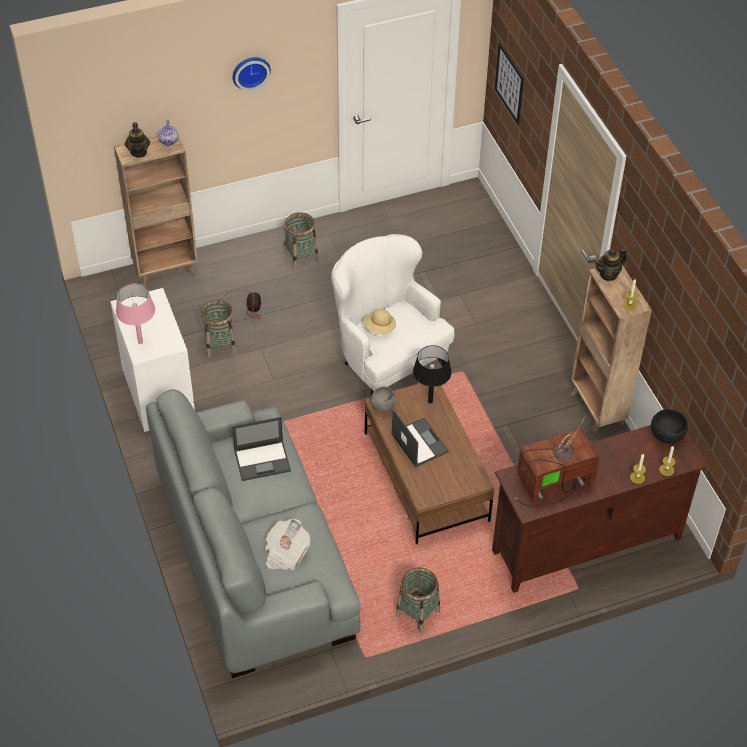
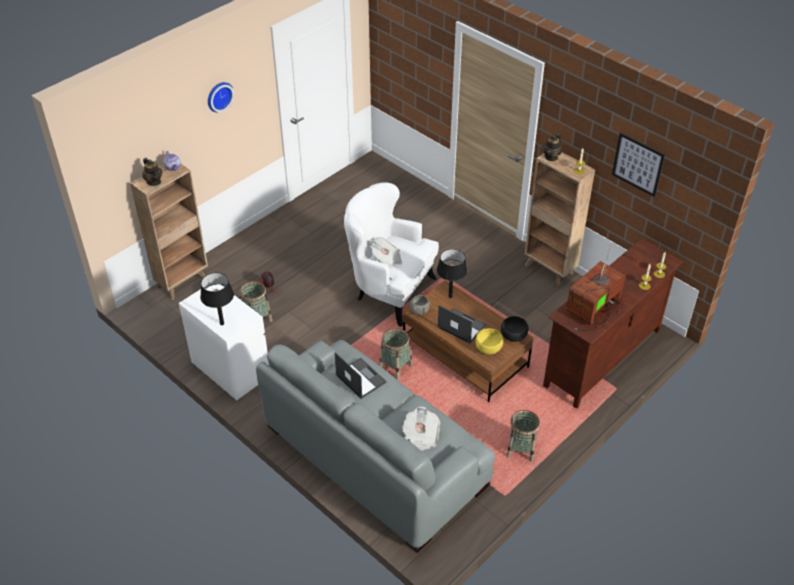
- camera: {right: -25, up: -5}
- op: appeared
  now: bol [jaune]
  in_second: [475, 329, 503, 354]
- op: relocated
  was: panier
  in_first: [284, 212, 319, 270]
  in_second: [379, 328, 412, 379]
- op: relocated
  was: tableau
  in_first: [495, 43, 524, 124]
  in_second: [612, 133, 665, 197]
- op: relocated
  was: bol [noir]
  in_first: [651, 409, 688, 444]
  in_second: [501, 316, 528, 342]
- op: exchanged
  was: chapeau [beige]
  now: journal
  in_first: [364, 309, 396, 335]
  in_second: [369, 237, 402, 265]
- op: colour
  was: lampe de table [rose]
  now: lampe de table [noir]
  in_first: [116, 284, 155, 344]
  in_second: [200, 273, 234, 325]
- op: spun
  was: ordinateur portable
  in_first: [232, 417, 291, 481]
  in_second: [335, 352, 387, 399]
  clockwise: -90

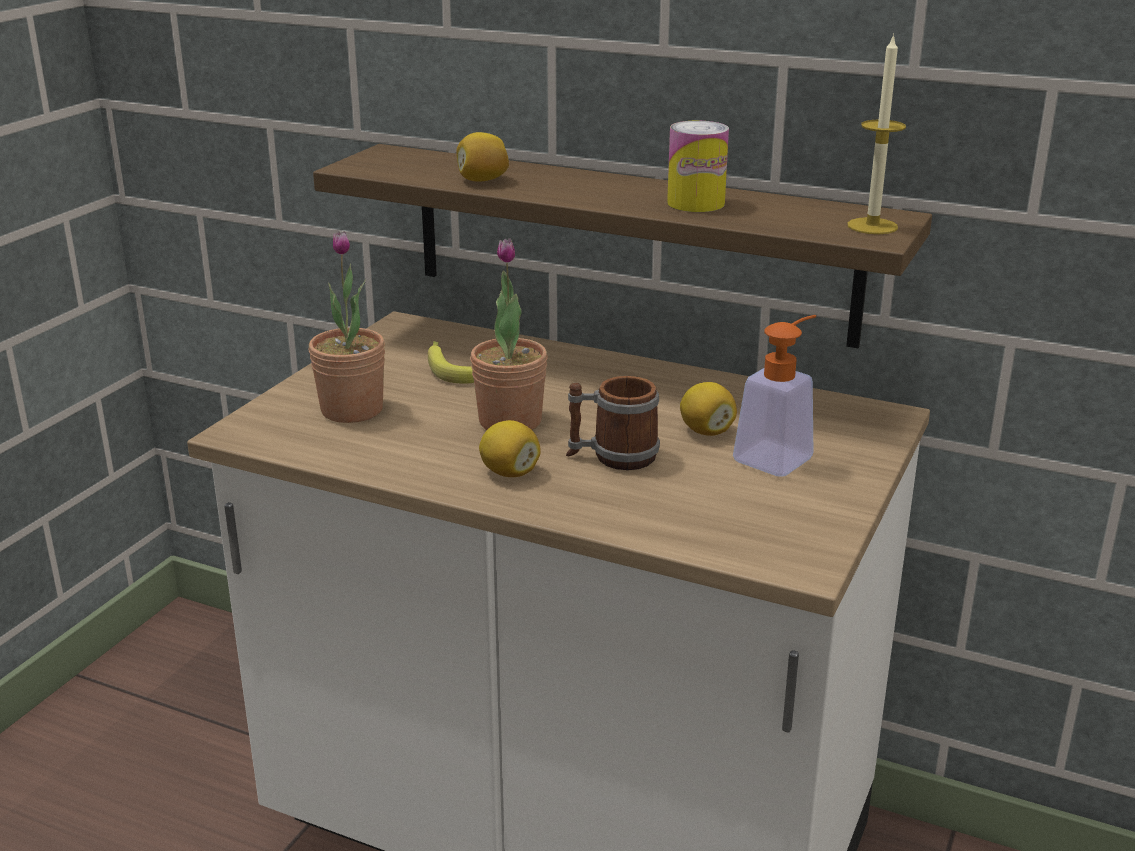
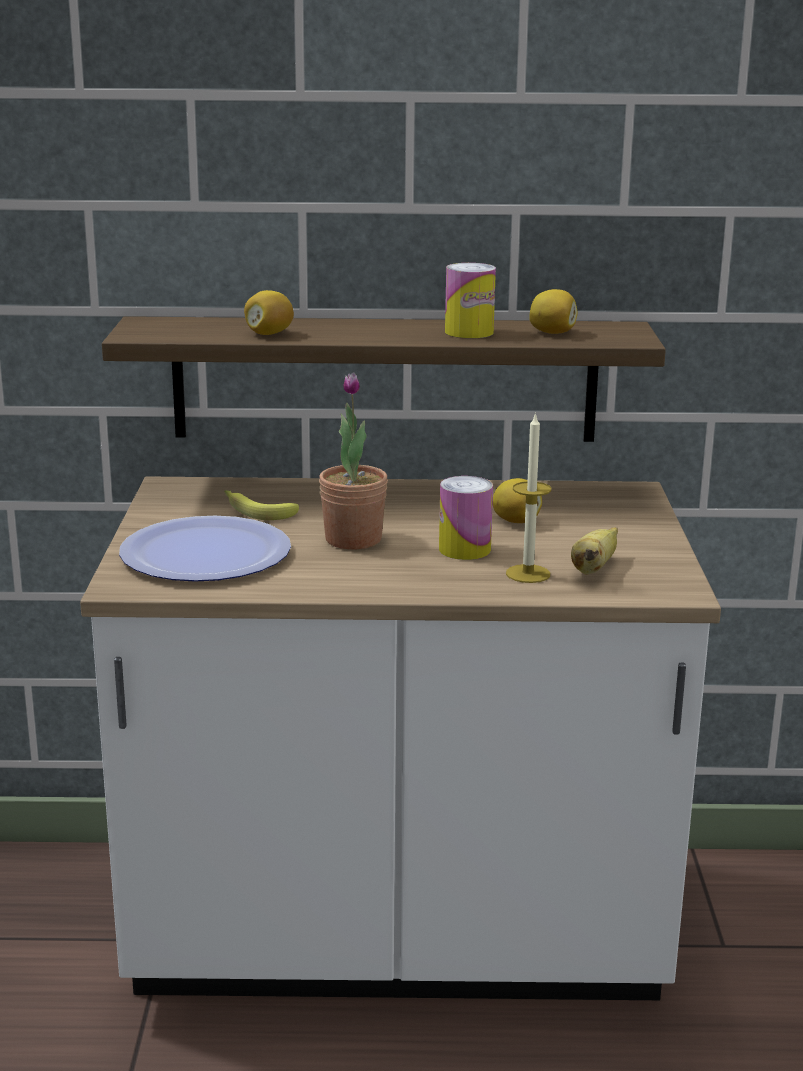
- camera: {right: -25, up: -5}
- op: missing
  was: distributeur de savon
  in_first: [733, 315, 816, 477]
- op: appeared
  now: banane
  in_second: [571, 527, 618, 575]
- op: relocated
  was: citron
  in_first: [479, 420, 541, 477]
  in_second: [529, 289, 577, 334]
- op: relocated
  was: bougie
  in_first: [847, 33, 906, 234]
  in_second: [506, 412, 551, 583]
- op: exchanged
  was: plante en pot
  now: assiette
  in_first: [308, 231, 385, 423]
  in_second: [119, 516, 291, 582]
- op: exchanged
  was: mug
  now: boîte métallique
  in_first: [566, 376, 660, 470]
  in_second: [439, 476, 493, 560]

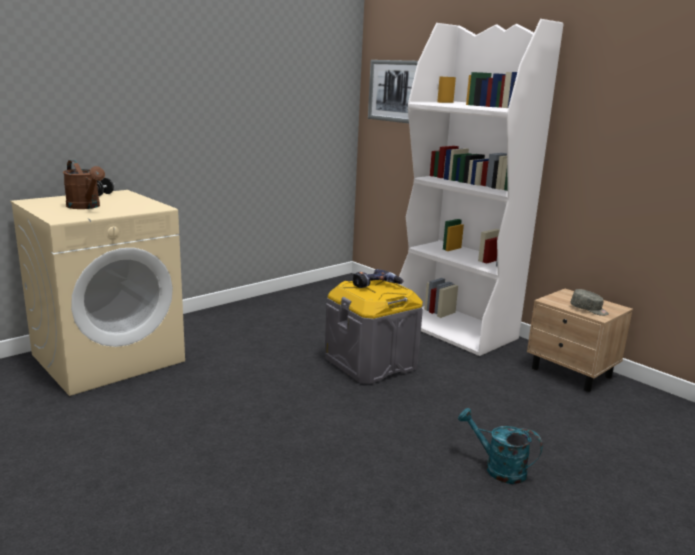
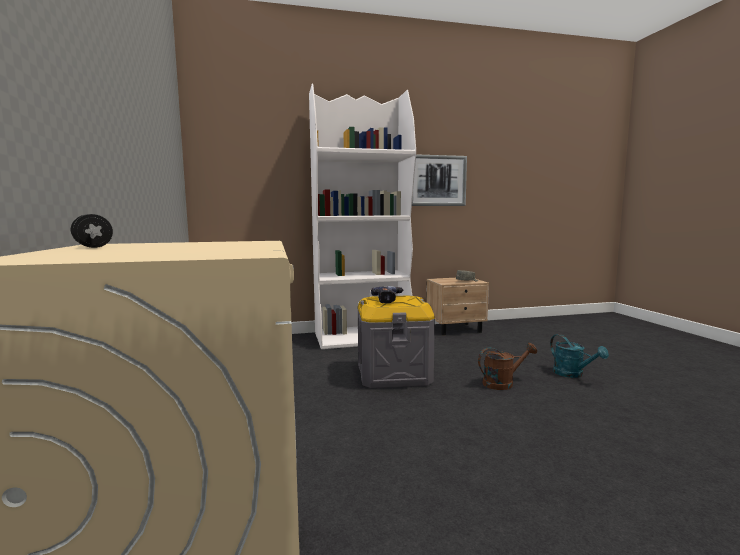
- camera: {right: -60, up: -10}
- op: relocated
  was: arrosoir [marron]
  in_first: [63, 160, 105, 209]
  in_second: [478, 343, 537, 390]
- op: relocated
  was: tableau
  in_first: [368, 60, 418, 123]
  in_second: [412, 154, 467, 206]
- op: spun
  was: arrosoir [turquoise]
  in_first: [458, 408, 543, 484]
  in_second: [550, 334, 609, 378]
  clockwise: -90

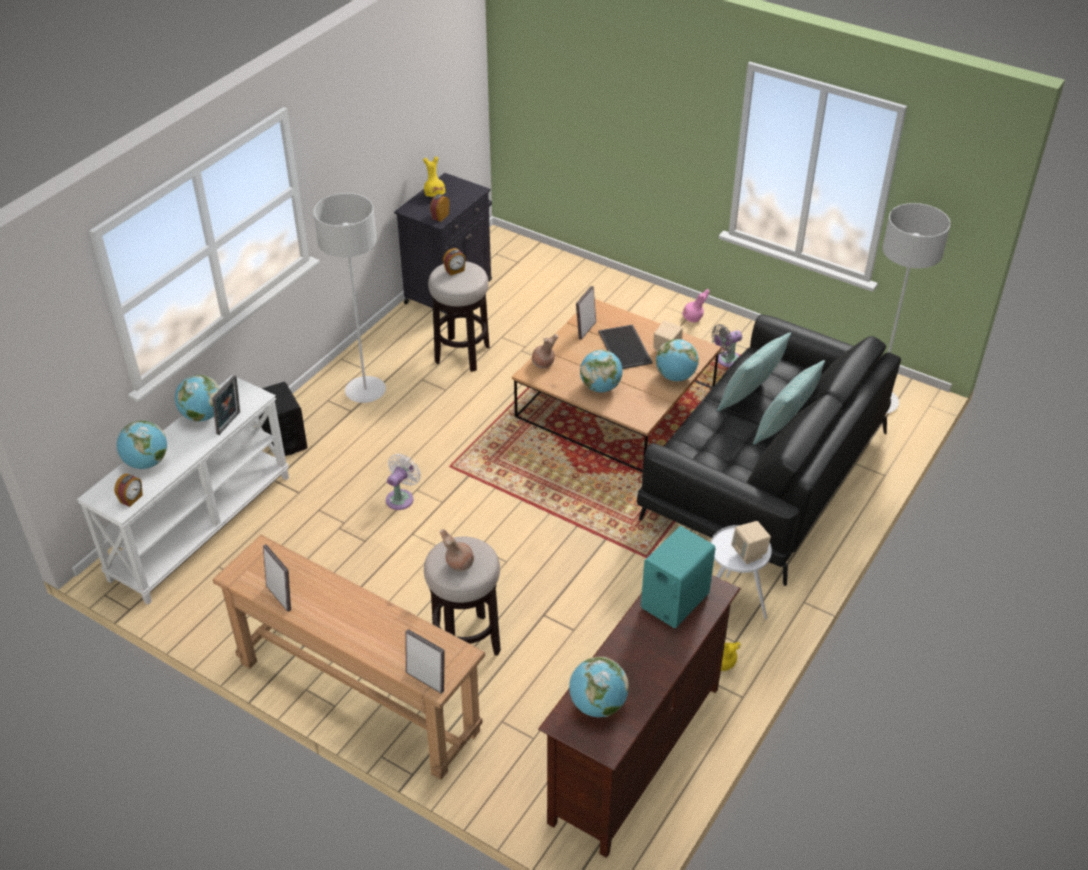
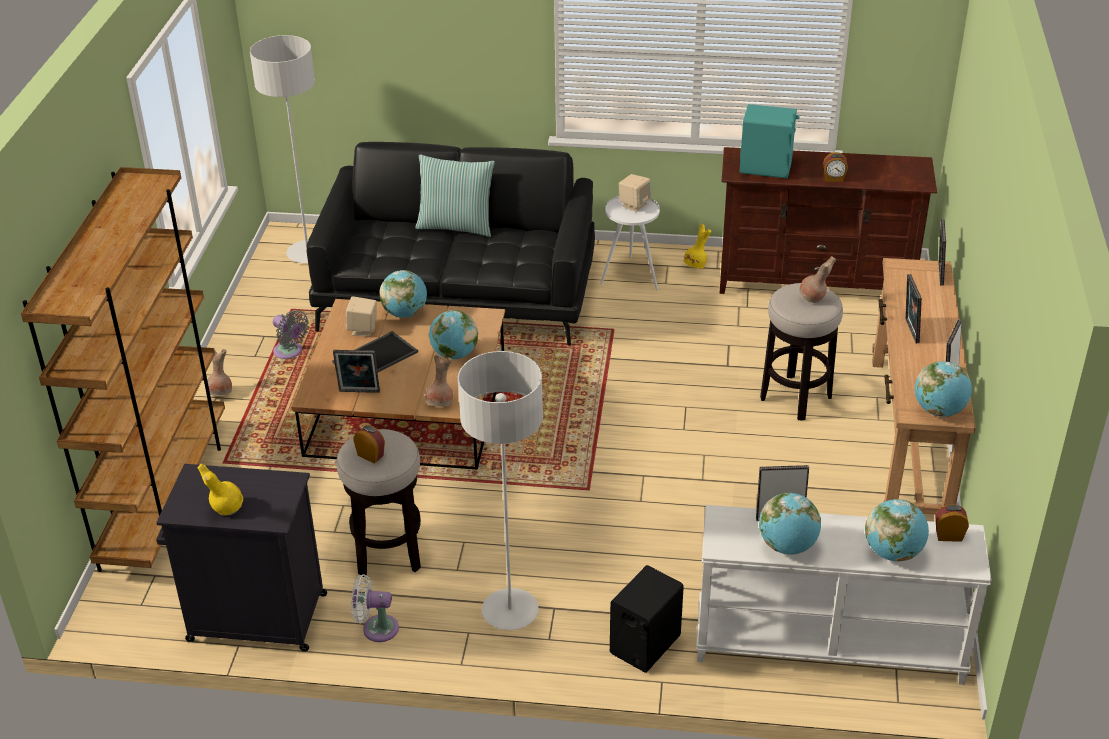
- camera: {right: -115, up: -5}
- op: missing
  was: coussin
  in_first: [717, 333, 791, 411]
- op: appeared
  now: bibliothèque [marron]
  in_second: [21, 167, 225, 572]
- op: appeared
  now: cadre photo
  in_second: [905, 274, 922, 343]
- op: relocated
  was: ventilateur [blanc]
  in_first: [386, 454, 421, 510]
  in_second: [351, 574, 399, 642]
- op: relocated
  was: réveil
  in_first: [430, 194, 450, 222]
  in_second: [823, 152, 848, 182]
- op: relocated
  was: globe
  in_first: [569, 657, 629, 717]
  in_second: [915, 361, 972, 417]
- op: colour
  was: vase [rose]
  now: vase [marron]
  in_first: [683, 289, 710, 322]
  in_second: [207, 349, 232, 396]

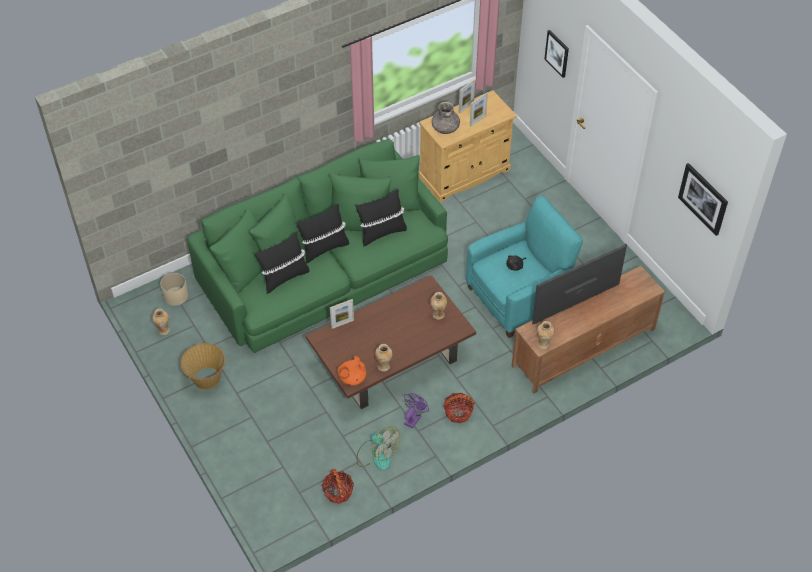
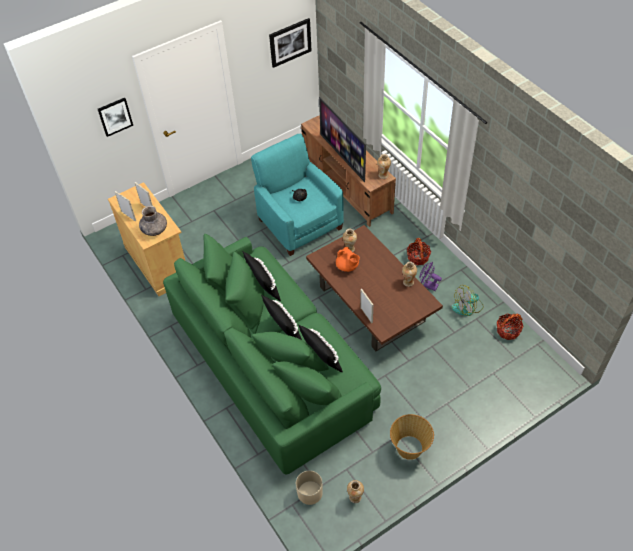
- camera: {right: -90, up: 0}
- op: relocated
  was: théière [orange]
  in_first: [338, 356, 366, 385]
  in_second: [336, 247, 360, 272]
- op: spun
  was: ventilateur
  in_first: [357, 426, 400, 471]
  in_second: [451, 285, 483, 316]
  clockwise: -150

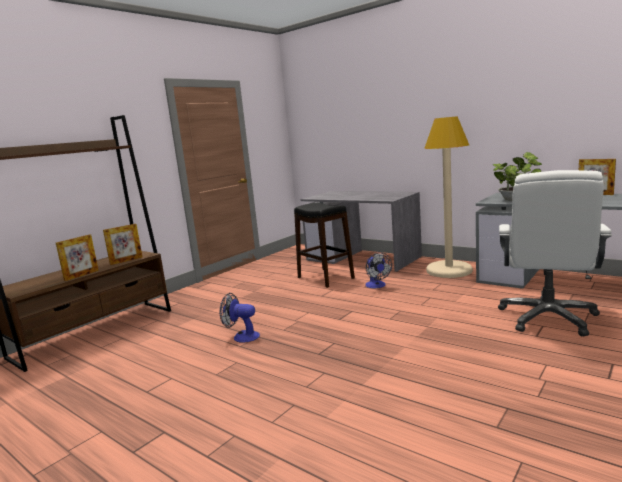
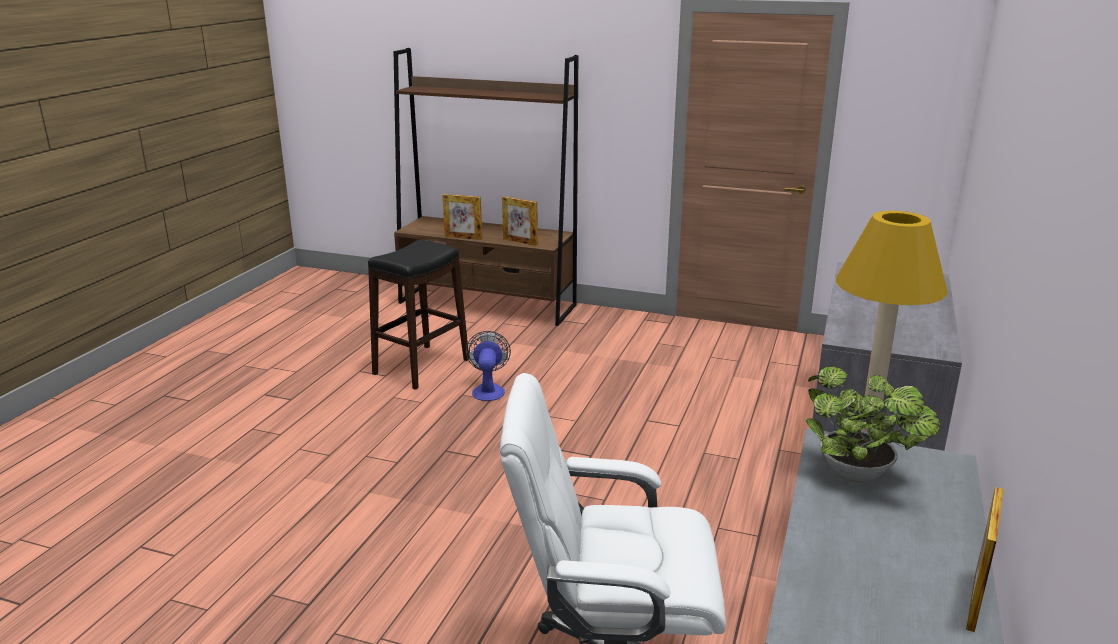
- camera: {right: 70, up: 10}
- op: missing
  was: ventilateur
  in_first: [365, 252, 392, 288]
- op: relocated
  was: tabouret [noir]
  in_first: [294, 203, 355, 288]
  in_second: [368, 240, 469, 390]

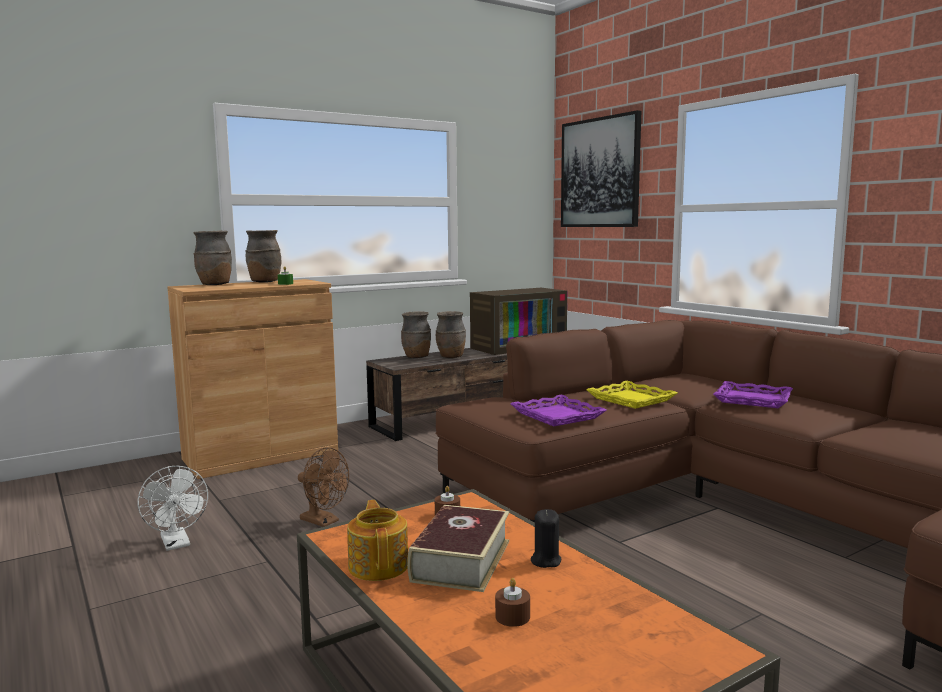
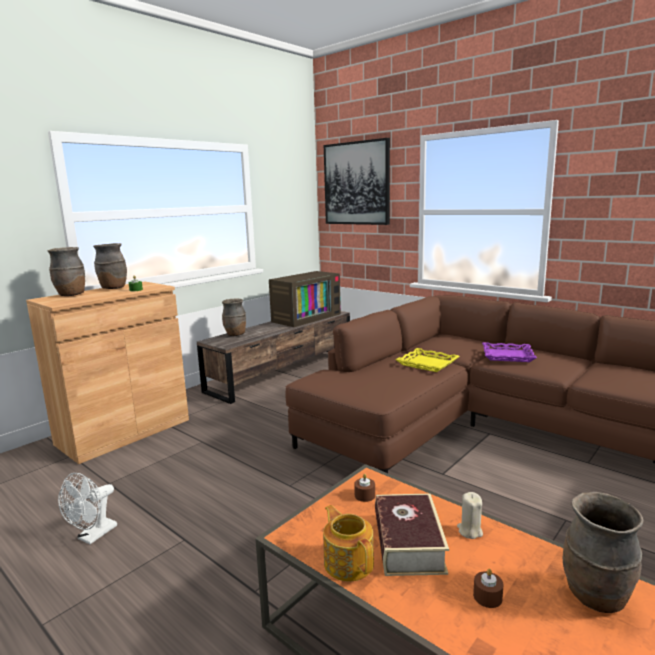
- camera: {right: -15, up: 5}
- op: missing
  was: ventilateur [marron]
  in_first: [298, 447, 349, 527]
- op: missing
  was: plateau [violet]
  in_first: [510, 394, 607, 426]
- op: relocated
  was: vase [marron]
  in_first: [436, 311, 466, 358]
  in_second: [563, 492, 643, 613]
- op: colour
  was: bougie [noir]
  now: bougie [beige]
  in_first: [531, 509, 561, 568]
  in_second: [457, 492, 483, 539]
- op: spun
  was: ventilateur [blanc]
  in_first: [138, 466, 208, 551]
  in_second: [58, 473, 117, 544]
  clockwise: 75

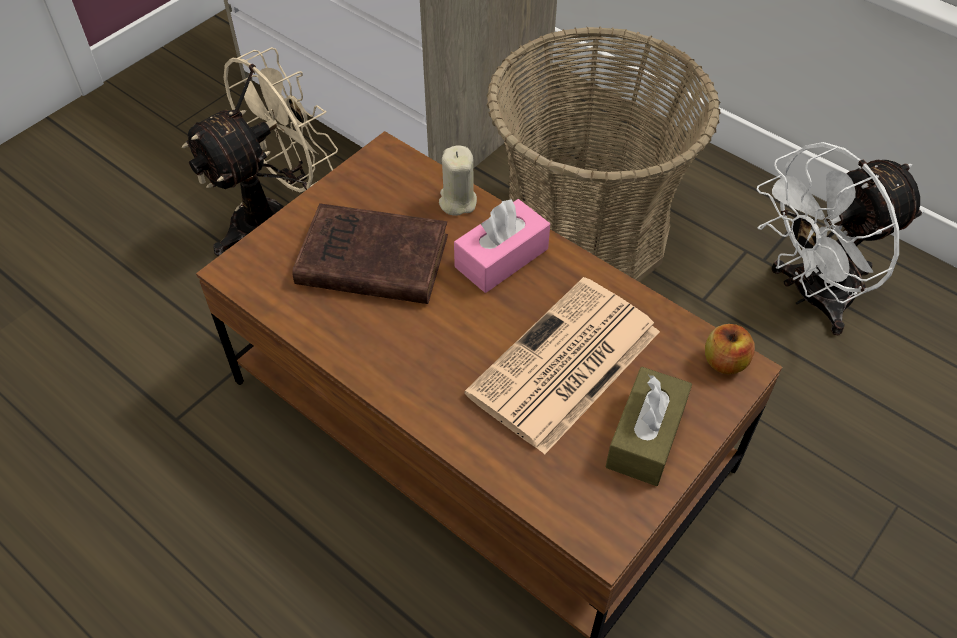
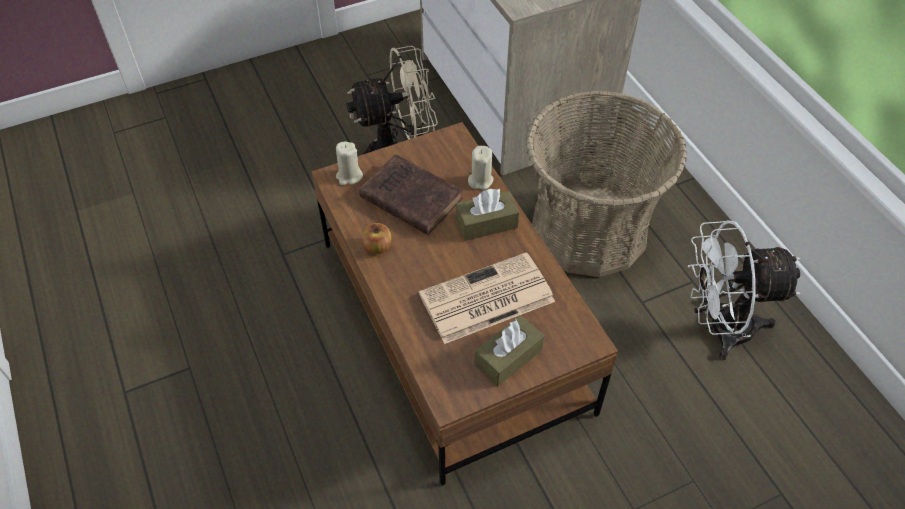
- camera: {right: 25, up: 0}
- op: appeared
  now: bougie [beige]
  in_second: [336, 142, 363, 185]
- op: relocated
  was: pomme
  in_first: [705, 324, 755, 374]
  in_second: [362, 223, 391, 254]
- op: colour
  was: boîte à mouchoirs [rose]
  now: boîte à mouchoirs [marron]
  in_first: [454, 199, 550, 293]
  in_second: [456, 189, 519, 241]

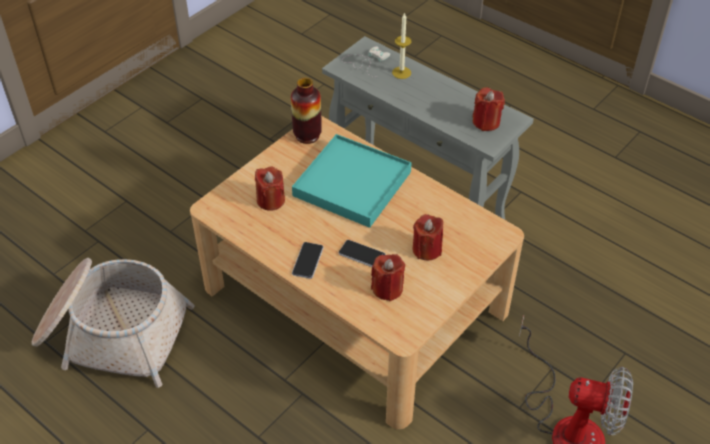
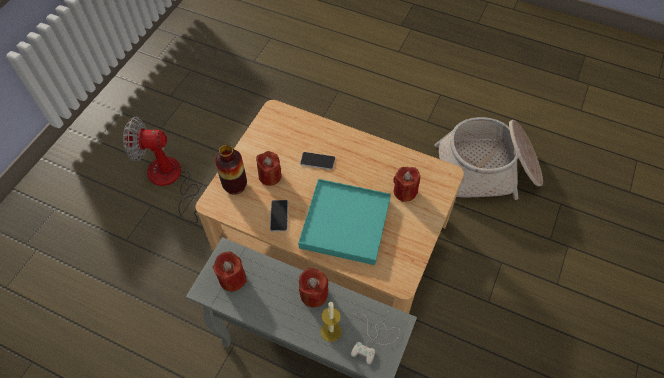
- camera: {right: 165, up: 10}
- op: relocated
  was: vase
  in_first: [291, 78, 322, 144]
  in_second: [215, 145, 247, 195]
- op: relocated
  was: téléphone
  in_first: [292, 242, 324, 279]
  in_second: [270, 200, 288, 231]
- op: relocated
  was: bougie [rouge]
  in_first: [371, 254, 405, 301]
  in_second: [299, 268, 329, 307]

